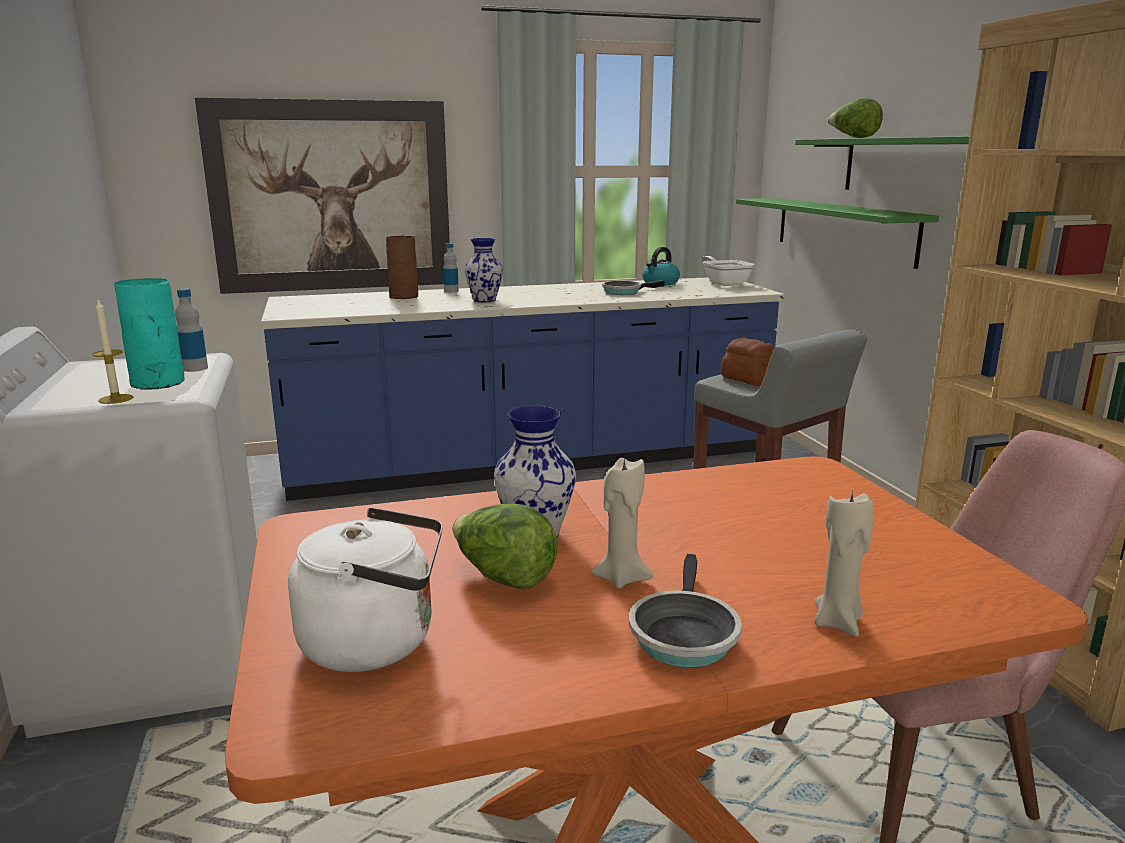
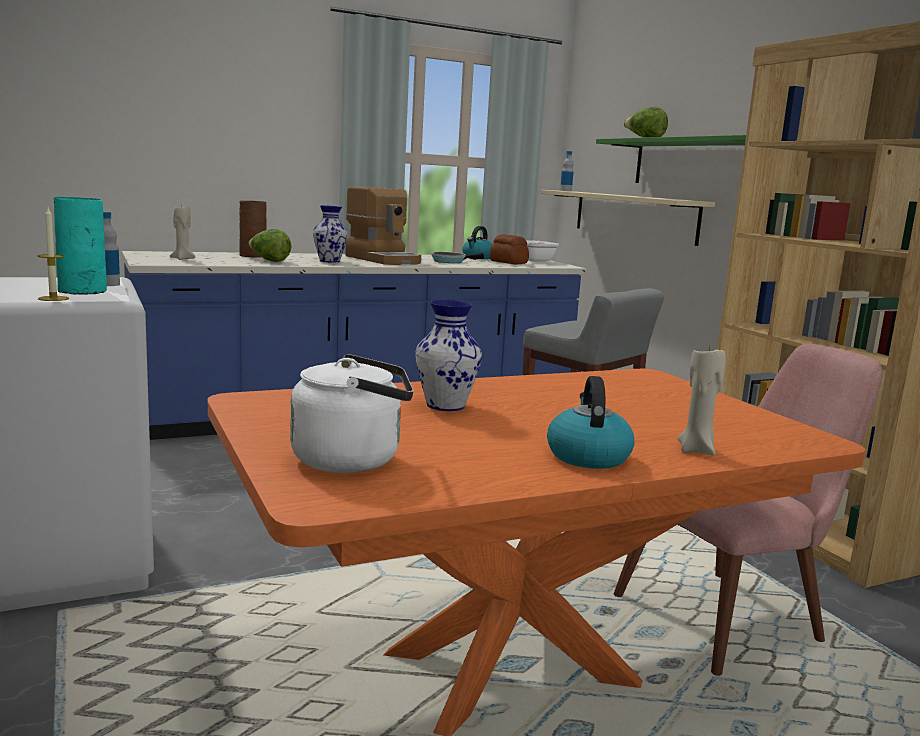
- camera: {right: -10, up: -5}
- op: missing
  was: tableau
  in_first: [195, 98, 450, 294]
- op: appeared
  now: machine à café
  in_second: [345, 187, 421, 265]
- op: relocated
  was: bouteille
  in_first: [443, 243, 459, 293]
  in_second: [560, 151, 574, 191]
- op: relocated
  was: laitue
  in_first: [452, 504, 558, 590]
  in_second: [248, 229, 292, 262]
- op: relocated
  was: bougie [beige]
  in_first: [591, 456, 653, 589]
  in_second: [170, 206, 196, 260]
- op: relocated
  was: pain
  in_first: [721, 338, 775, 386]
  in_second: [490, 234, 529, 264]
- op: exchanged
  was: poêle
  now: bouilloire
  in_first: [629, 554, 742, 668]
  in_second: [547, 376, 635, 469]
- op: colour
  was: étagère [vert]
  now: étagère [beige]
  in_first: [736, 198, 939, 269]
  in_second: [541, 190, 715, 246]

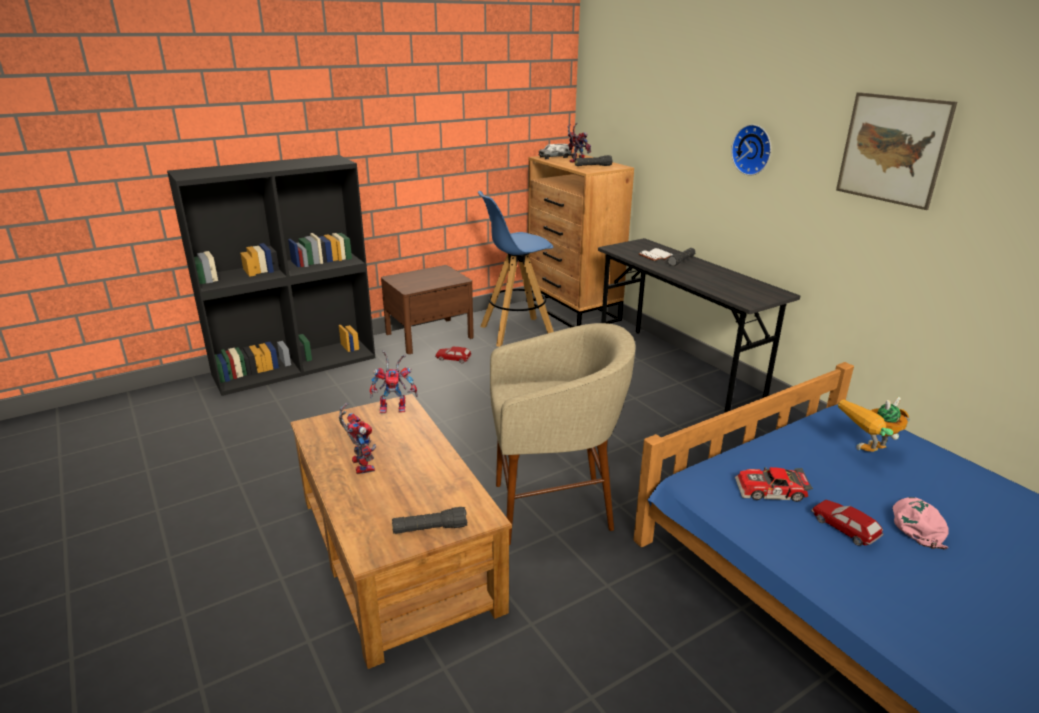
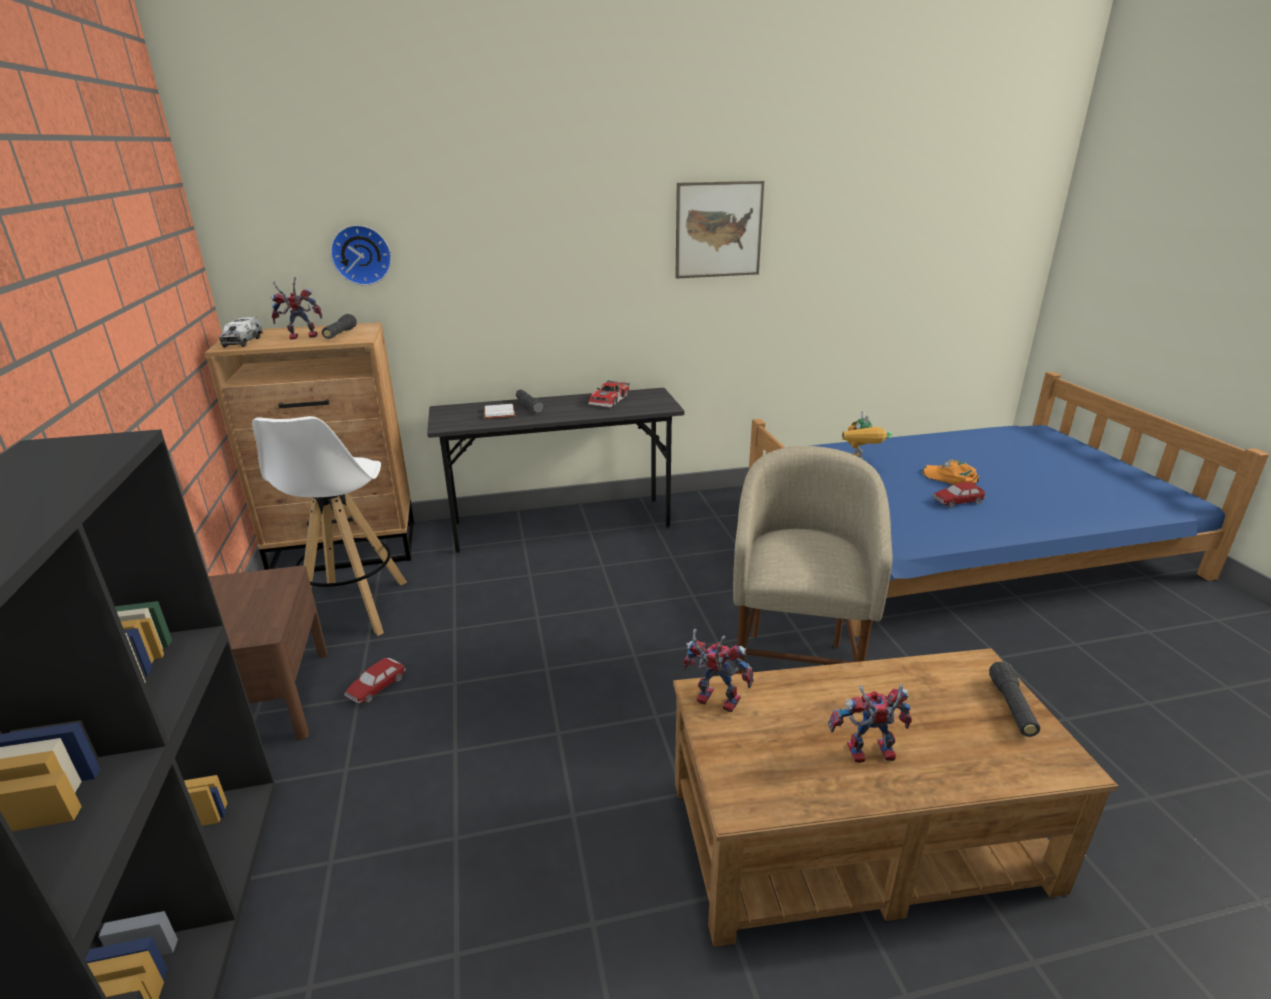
- camera: {right: -70, up: 0}
- op: relocated
  was: horloge murale
  in_first: [731, 124, 771, 176]
  in_second: [330, 225, 392, 285]
- op: relocated
  was: petite voiture
  in_first: [735, 467, 813, 502]
  in_second: [588, 380, 630, 408]
- op: colour
  was: tabouret [bleu]
  now: tabouret [blanc]
  in_first: [478, 191, 554, 347]
  in_second: [252, 416, 407, 636]
- op: colour
  was: casquette [rose]
  now: casquette [orange]
  in_first: [893, 497, 949, 549]
  in_second: [922, 459, 980, 484]
- op: spun
  was: robot jouet
  in_first: [370, 351, 418, 414]
  in_second: [683, 629, 754, 712]
  clockwise: -75

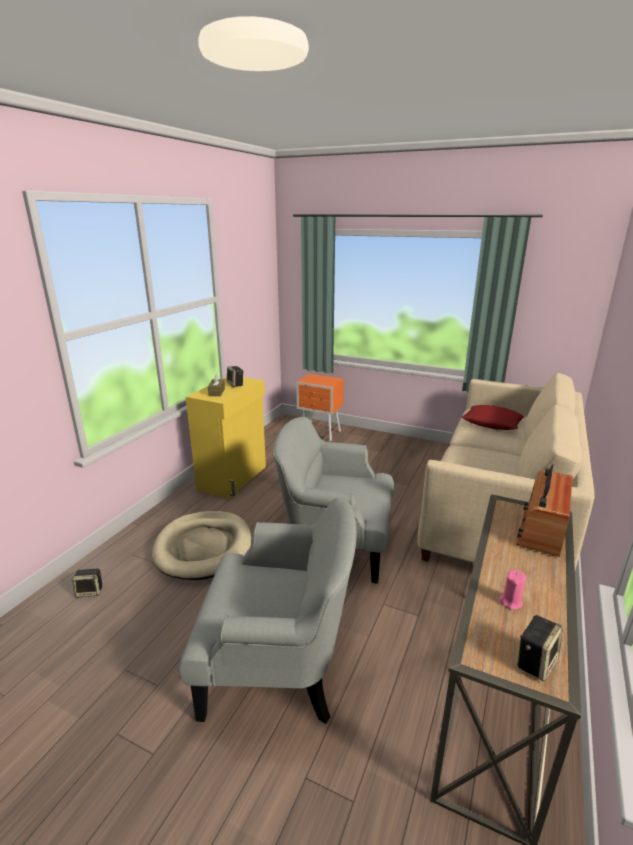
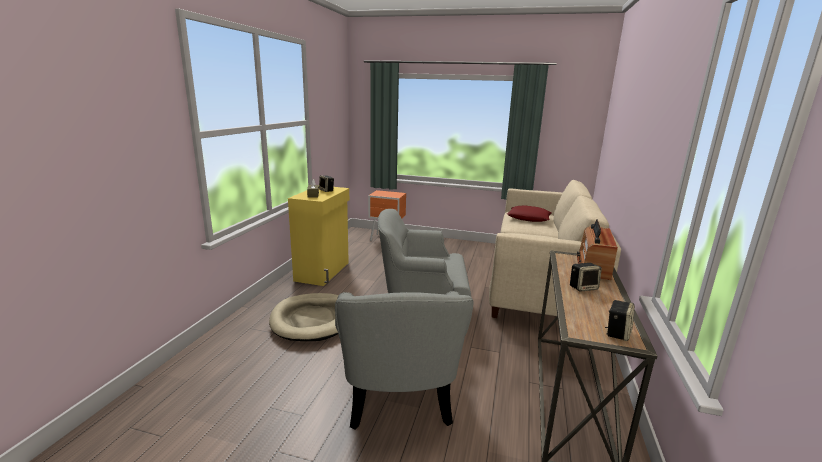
- camera: {right: -10, up: -5}
- op: missing
  was: bougie [rose]
  in_first: [499, 569, 526, 610]
- op: relocated
  was: enceinte
  in_first: [72, 569, 102, 598]
  in_second: [570, 263, 602, 292]
- op: spun
  was: fauteuil [gris]
  in_first: [178, 498, 357, 724]
  in_second: [335, 291, 474, 430]
  clockwise: 90

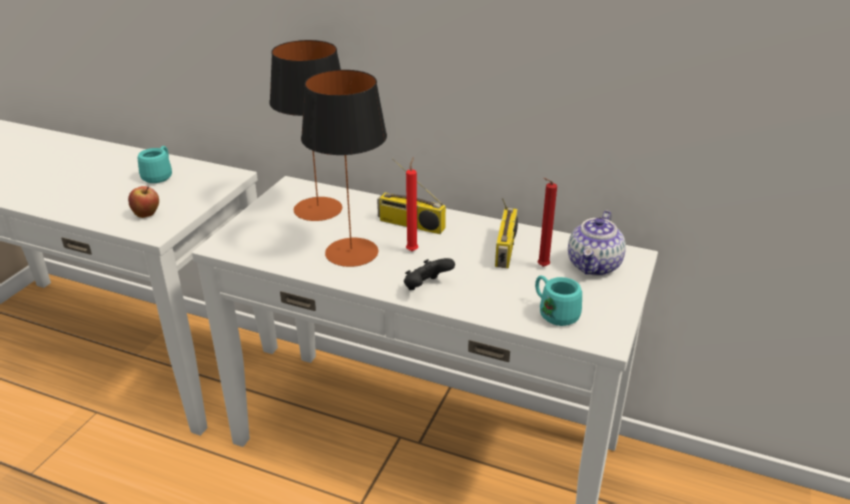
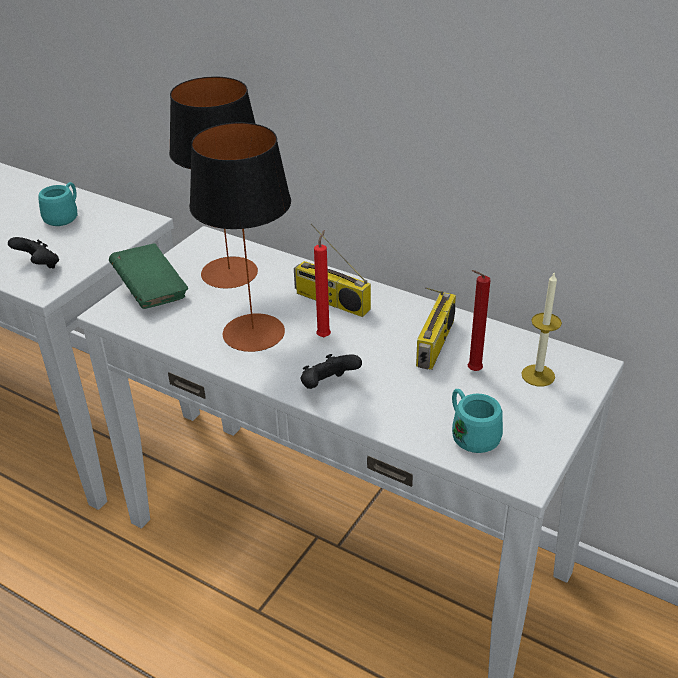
- camera: {right: 10, up: 5}
- op: appeared
  now: livre [vert]
  in_second: [109, 243, 188, 309]
- op: exchanged
  was: pomme
  now: manette [noir]
  in_first: [128, 186, 159, 218]
  in_second: [8, 237, 59, 268]
- op: exchanged
  was: théière
  now: bougie
  in_first: [568, 210, 626, 276]
  in_second: [521, 273, 562, 387]

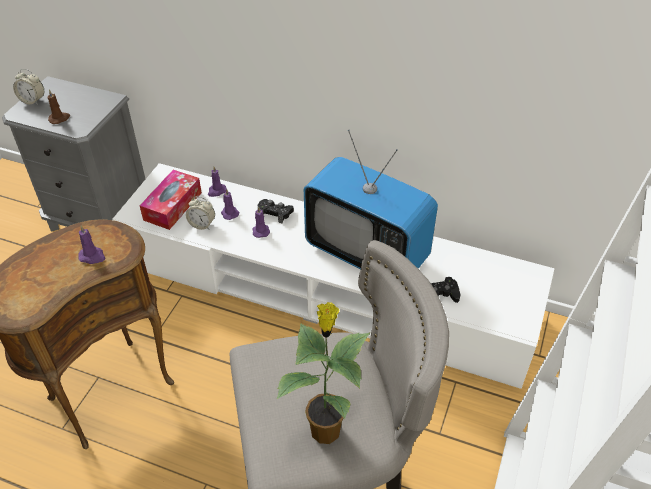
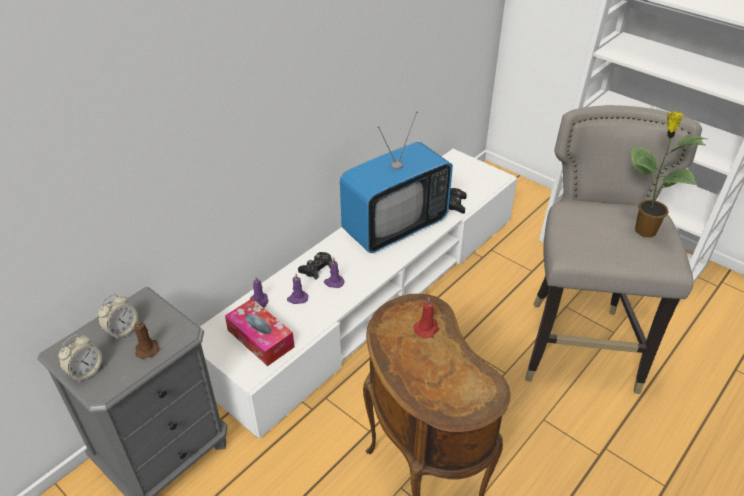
- camera: {right: -70, up: -5}
- op: relocated
  was: réveil
  in_first: [186, 197, 215, 230]
  in_second: [98, 294, 138, 341]
- op: colour
  was: bougie [violet]
  now: bougie [rouge]
  in_first: [78, 225, 105, 264]
  in_second: [413, 298, 439, 338]

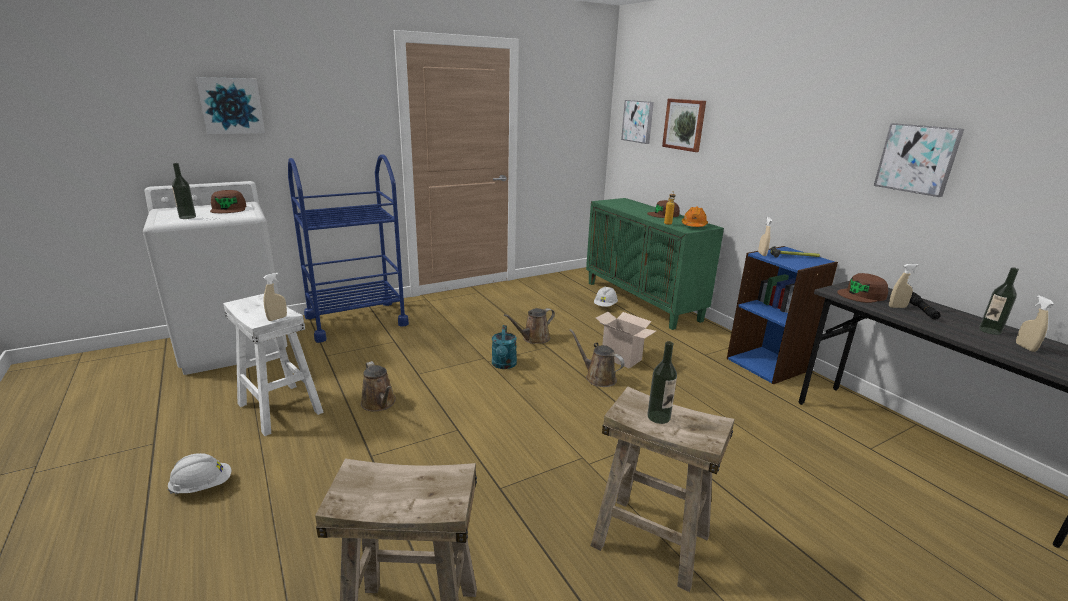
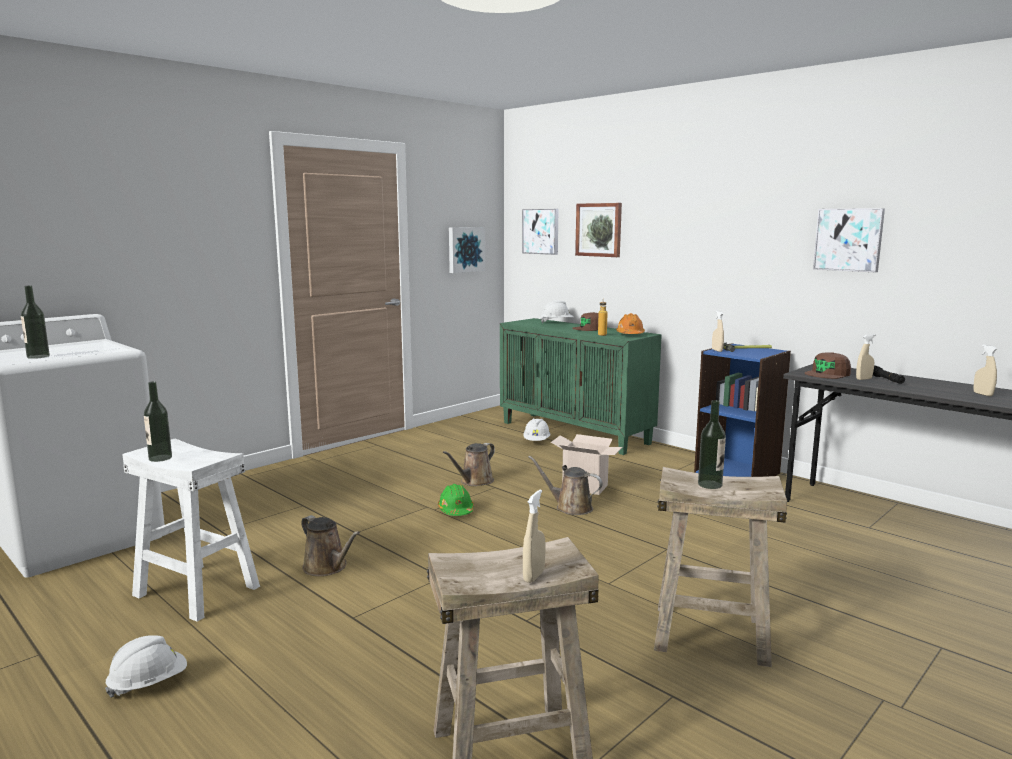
- camera: {right: -15, up: -10}
- op: missing
  was: casquette [marron]
  in_first: [210, 190, 246, 213]
- op: missing
  was: chariot [bleu]
  in_first: [288, 154, 409, 343]
- op: appeared
  now: casque de chantier [blanc]
  in_second: [540, 300, 573, 323]
- op: relocated
  was: tableau
  in_first: [196, 77, 265, 134]
  in_second: [449, 227, 485, 273]
- op: relocated
  was: vaporisateur [beige]
  in_first: [263, 273, 287, 321]
  in_second: [523, 490, 546, 583]
- op: relocated
  was: bouteille
  in_first: [979, 267, 1019, 335]
  in_second: [144, 381, 172, 462]
- op: exchanged
  was: arrosoir [turquoise]
  now: casque de chantier [vert]
  in_first: [492, 325, 517, 369]
  in_second: [438, 484, 474, 516]

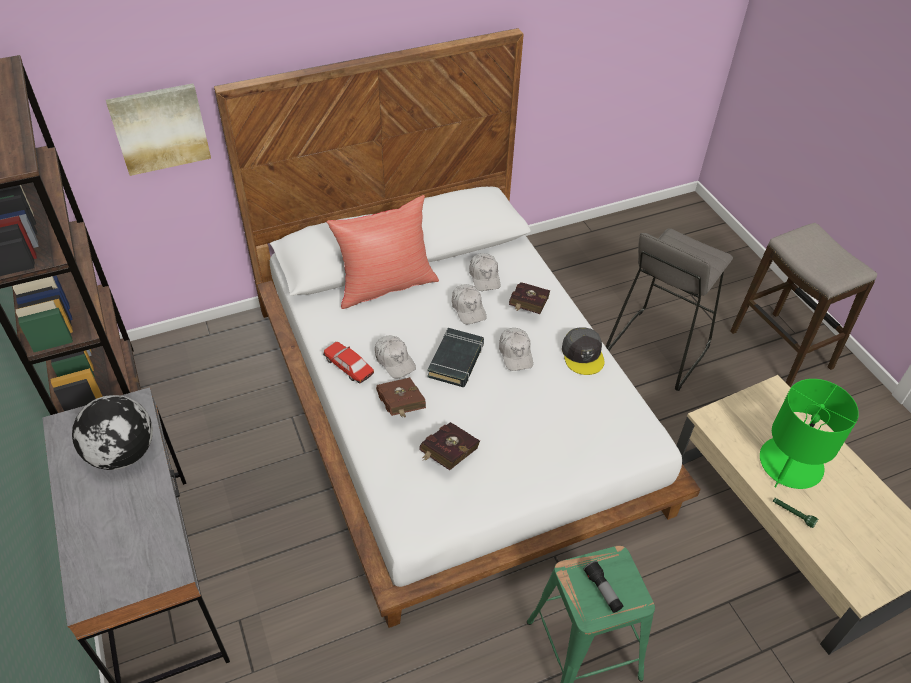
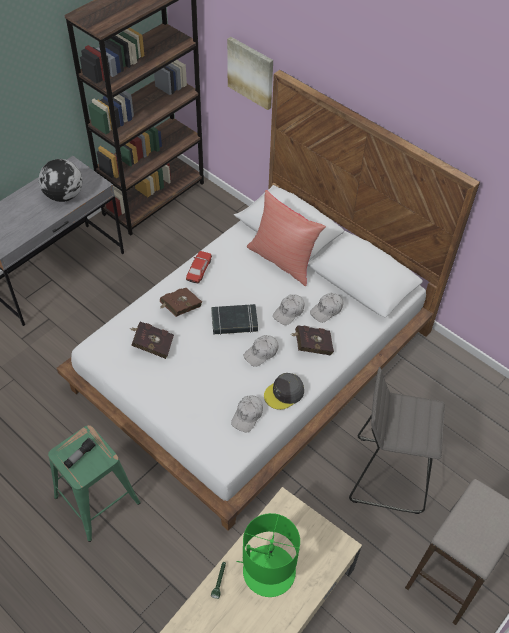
- camera: {right: 65, up: 5}
- op: relocated
  was: casquette [blanc]
  in_first: [375, 336, 416, 379]
  in_second: [231, 395, 263, 432]

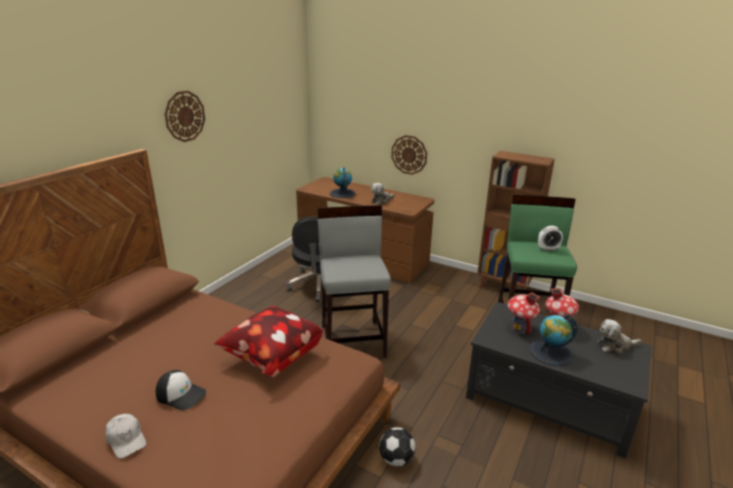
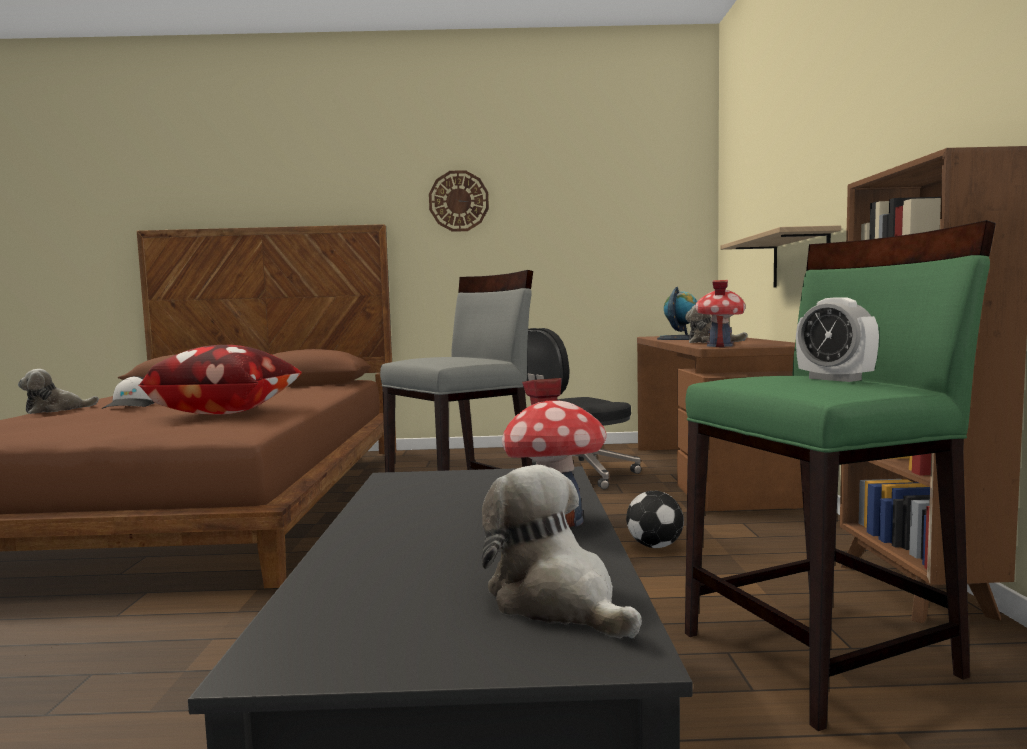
- camera: {right: 60, up: -20}
- op: missing
  was: globe
  in_first: [530, 314, 578, 366]
- op: relocated
  was: ballon de foot
  in_first: [379, 427, 416, 467]
  in_second: [626, 491, 684, 548]
- op: relocated
  was: maison miniature
  in_first: [507, 292, 540, 335]
  in_second: [695, 280, 745, 347]
- op: exchanged
  was: casquette [blanc]
  now: peluche
  in_first: [105, 414, 146, 458]
  in_second: [18, 369, 99, 414]
- op: exchanged
  was: horloge murale
  now: étagère
  in_first: [391, 135, 427, 175]
  in_second: [720, 225, 841, 288]

